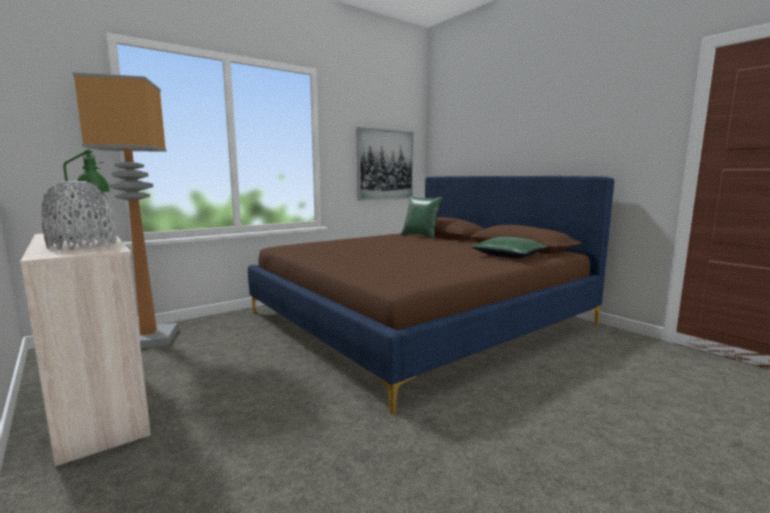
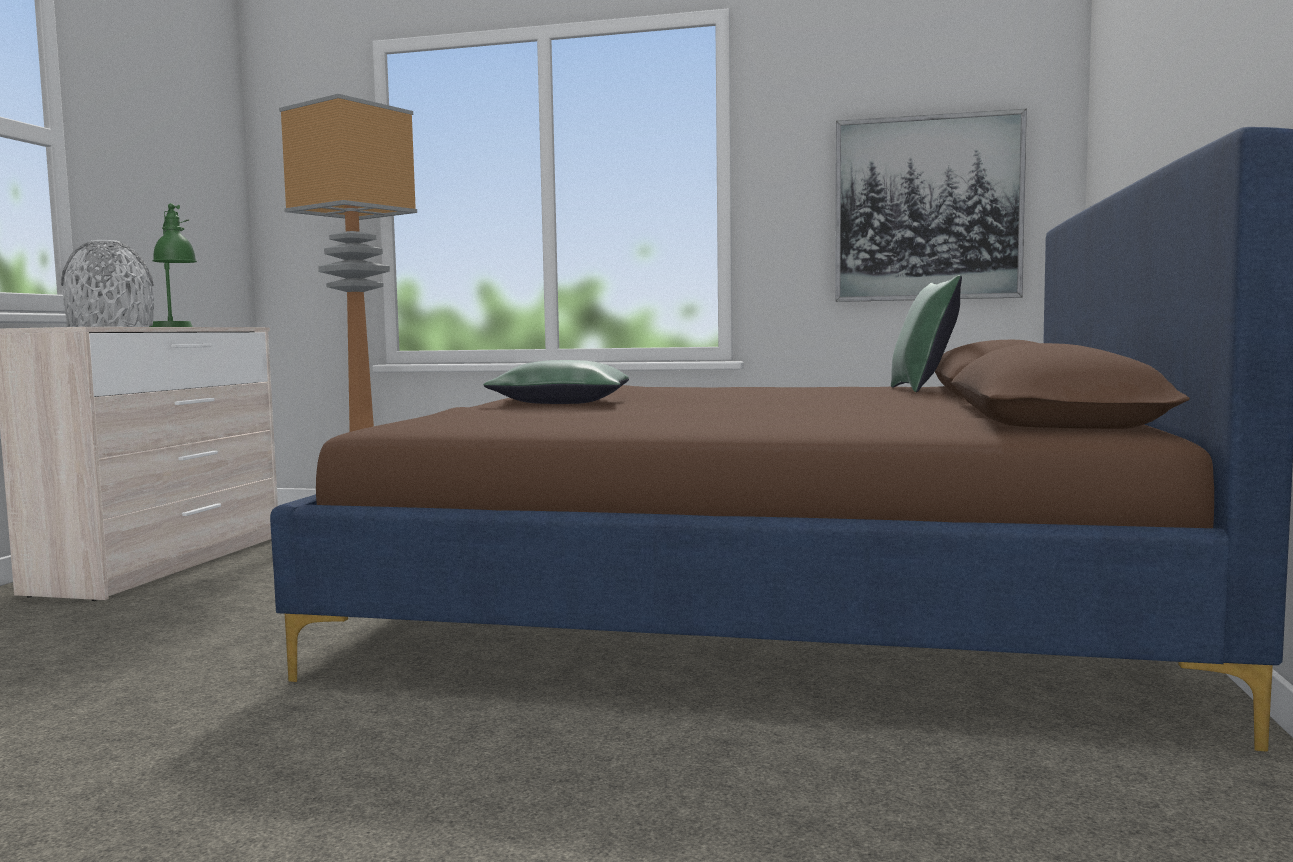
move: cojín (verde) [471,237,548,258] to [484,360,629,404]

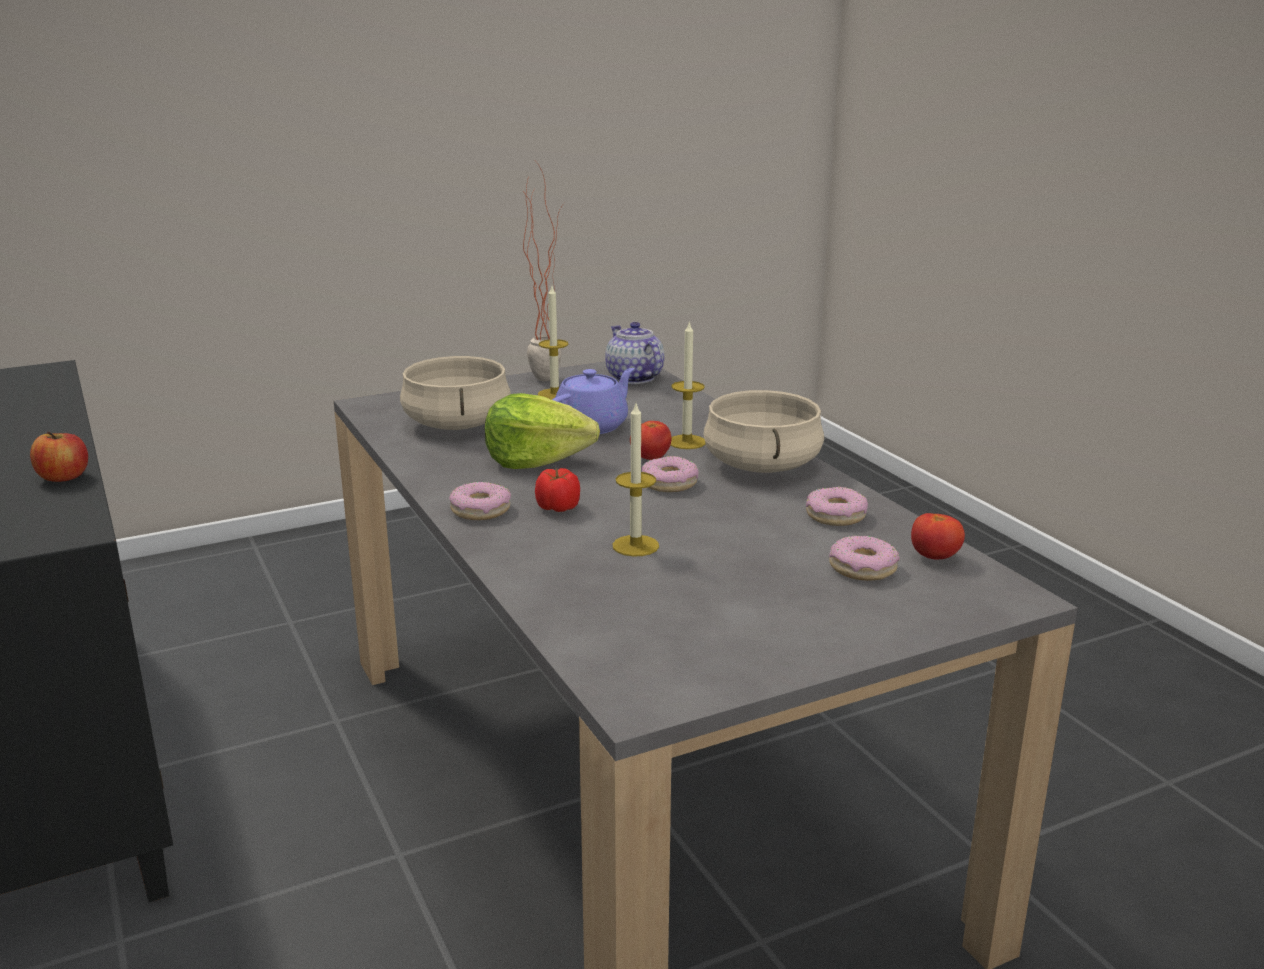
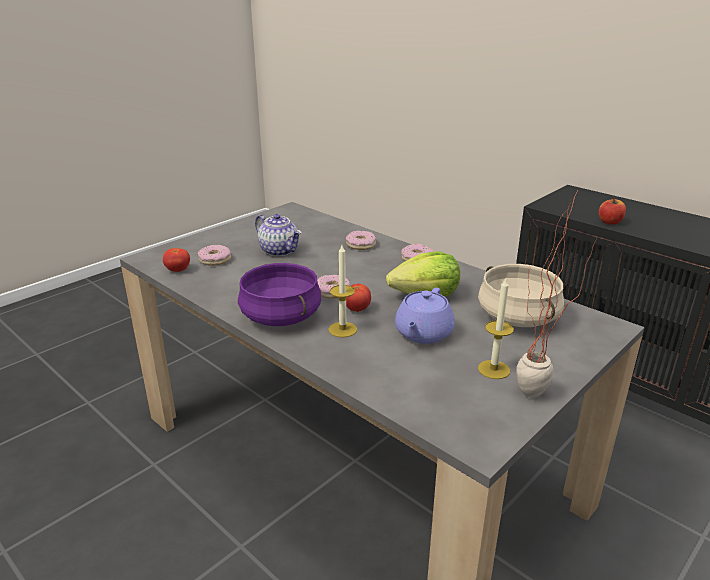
delete: vela [613,404,659,556]; tomate [535,468,580,512]
move: tetera [605,322,664,384] to [255,214,302,257]; rosquilla [806,487,868,526] to [346,231,376,250]
recolor: olla (beis) [703,390,824,473] to olla (morado) [238,263,321,326]

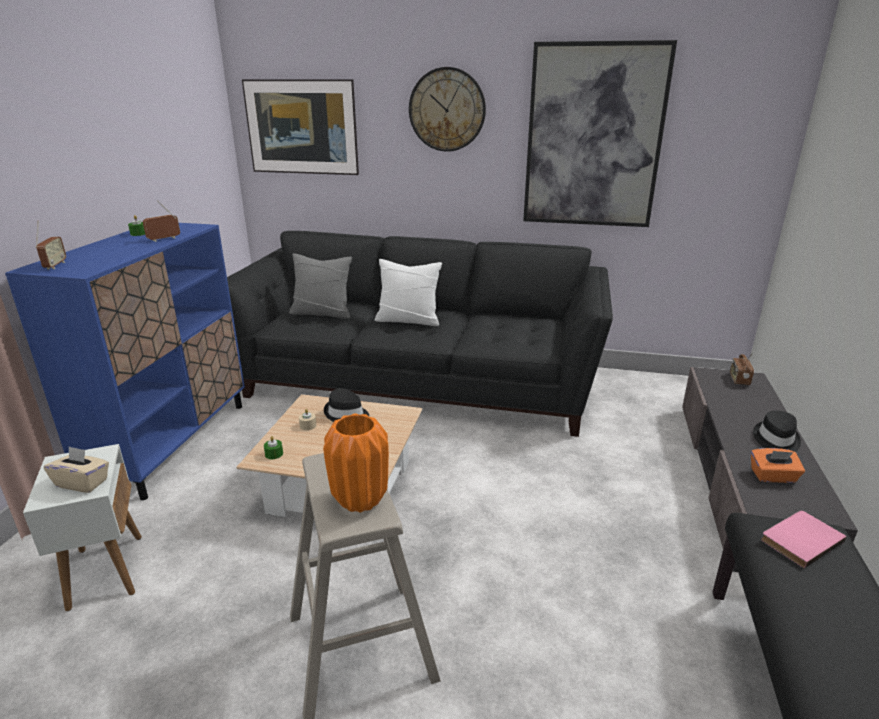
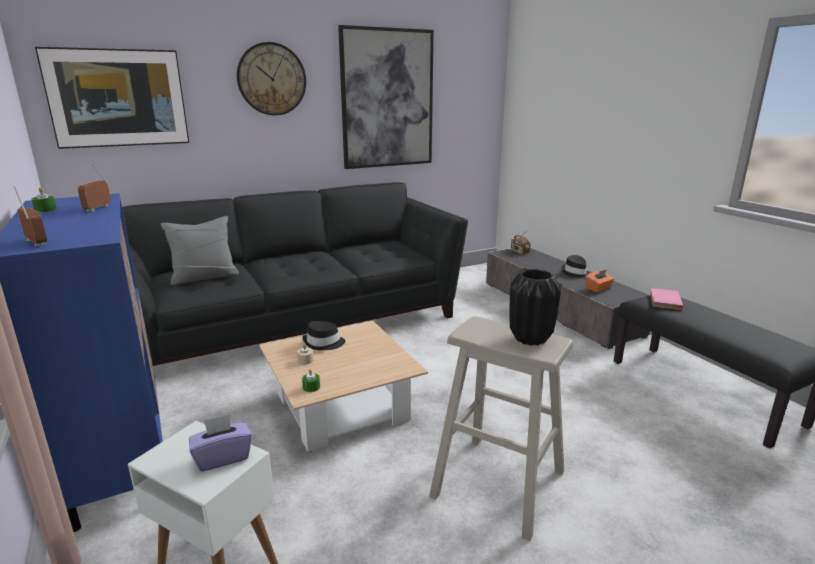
delete: cojín (blanco) [375,259,442,326]
recolor: florero (naranja) [323,413,389,513] to florero (negro) [510,269,561,346]; caja de pañuelos (beis) [44,446,109,493] to caja de pañuelos (morado) [189,414,252,472]

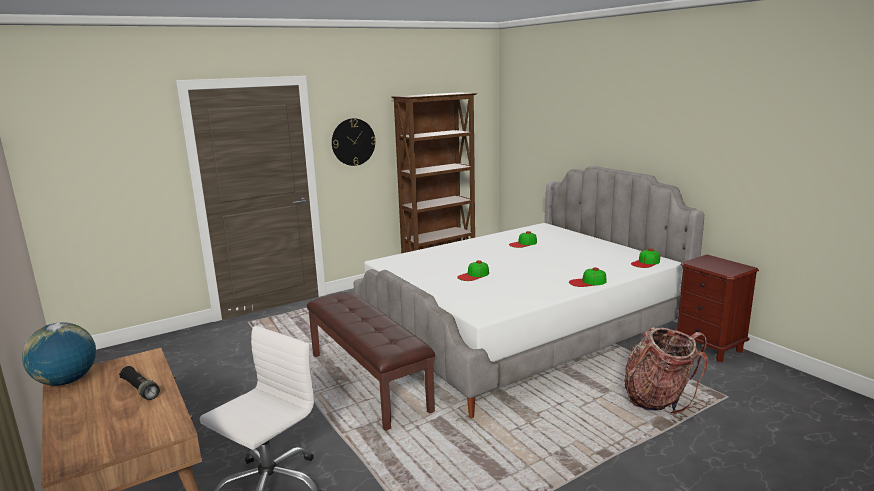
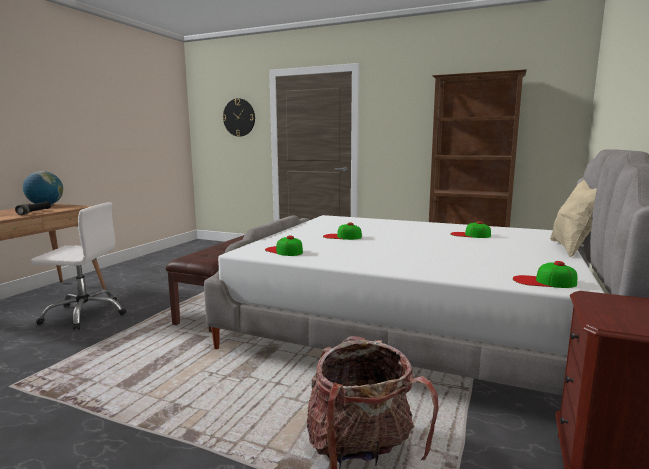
insert: cojín (beis) [550,179,597,257]
move: reloj de pared [332,118,376,166] to [222,98,255,137]; gorra [569,267,606,287] to [265,236,303,256]

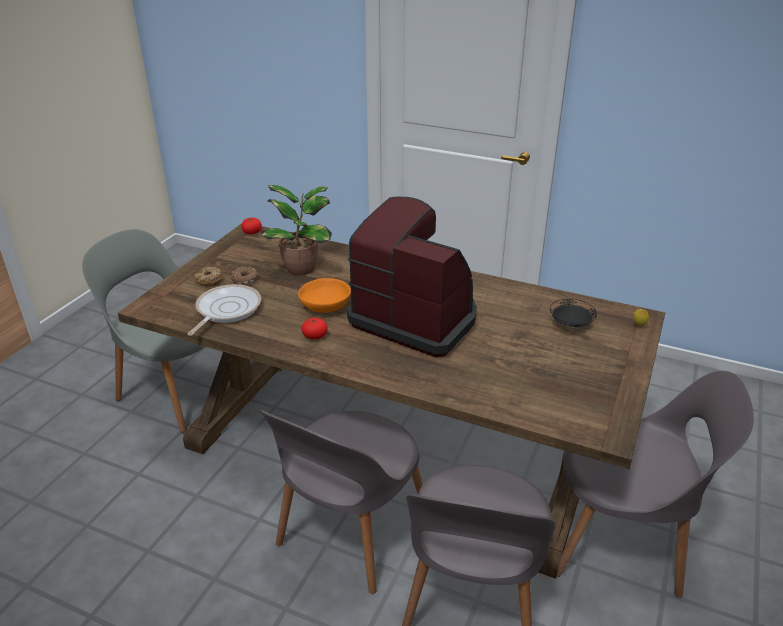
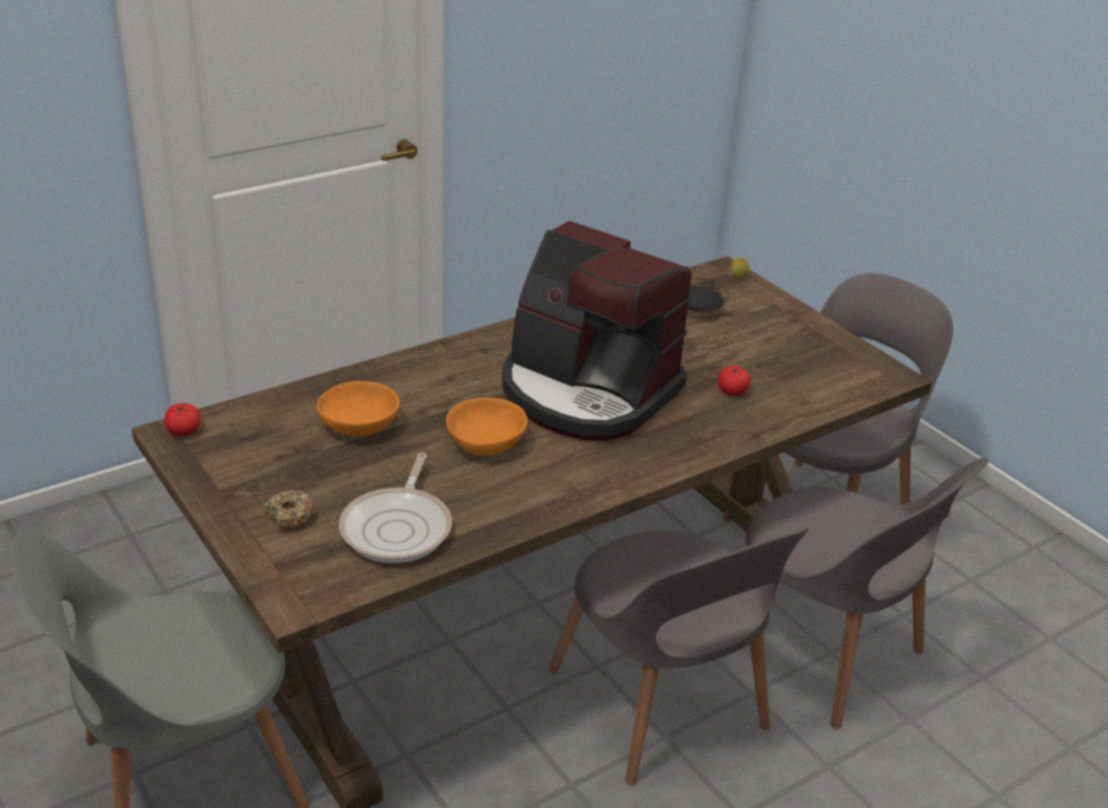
delete: rosquilla [230,267,258,285]
move: tomate [301,317,328,339] to [718,366,751,396]
replace: planta en maceta [261,185,332,275] to cuenco (naranja) [317,381,400,436]
rotate: cafetera [347,197,477,357] = [502,221,692,441] 120 degrees counterclockwise; sartén [187,284,261,336] = [339,453,452,563] 135 degrees counterclockwise

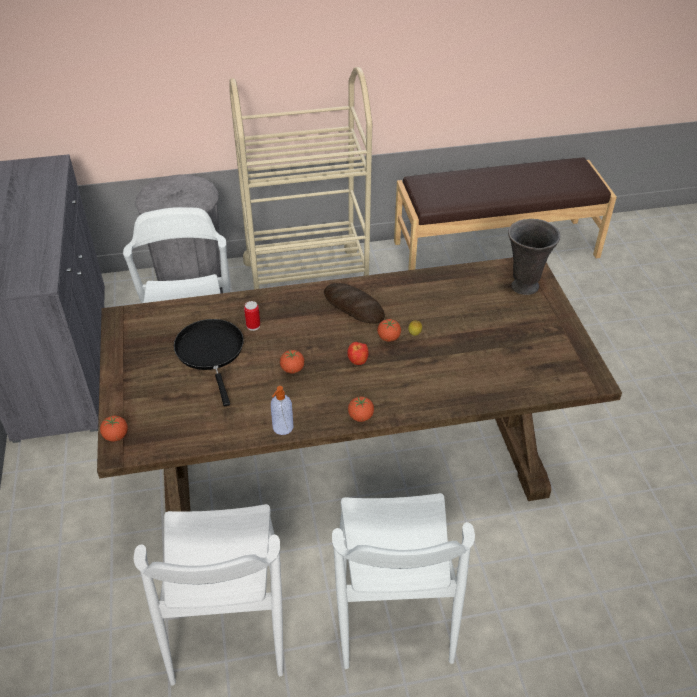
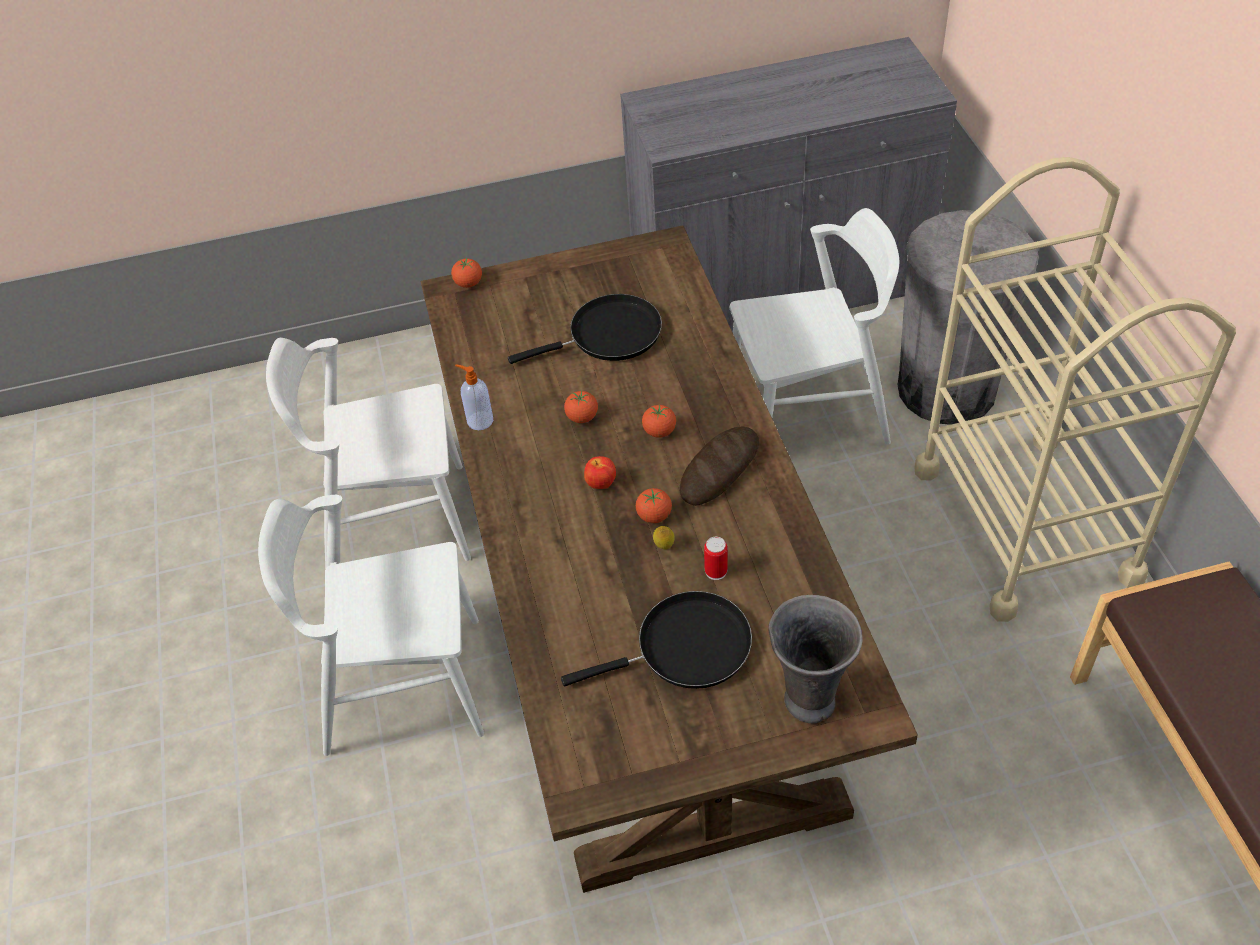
insert: sartén (negro) [561,591,752,689]
move: lata [244,301,260,331] to [704,537,728,580]; tomate [348,397,374,422] to [642,405,676,438]

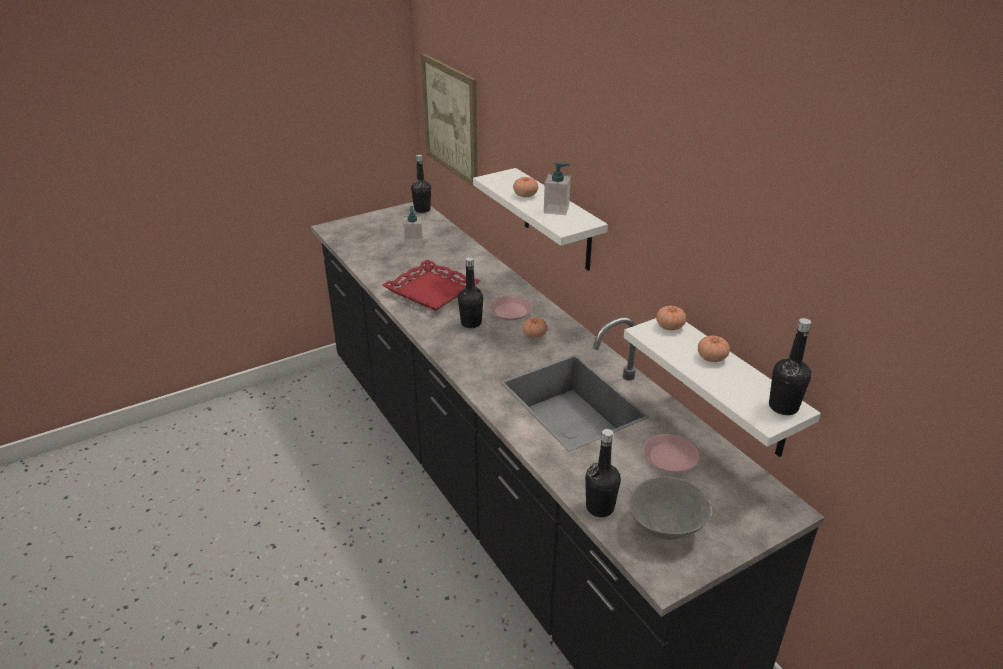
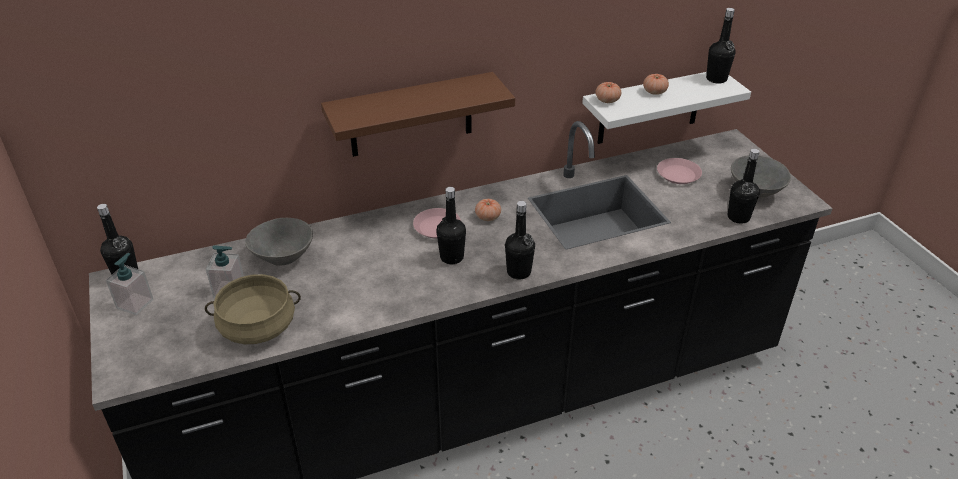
delete: cuadro [421,54,478,188]; tomate [513,177,538,197]; bandeja (rojo) [382,260,480,311]
insert: botella (negro) [505,201,535,280]; cuenco (gris) [245,218,313,266]; olla (beis) [205,274,301,344]
move: dispensador de jabón [544,162,571,215] to [106,253,153,315]
recolor: estante (blanco) [473,168,608,271] to estante (marrón) [321,72,515,157]

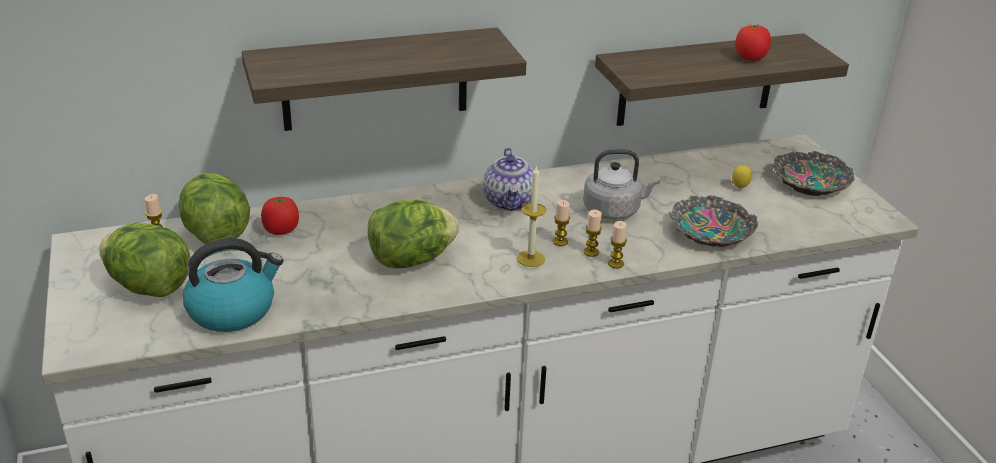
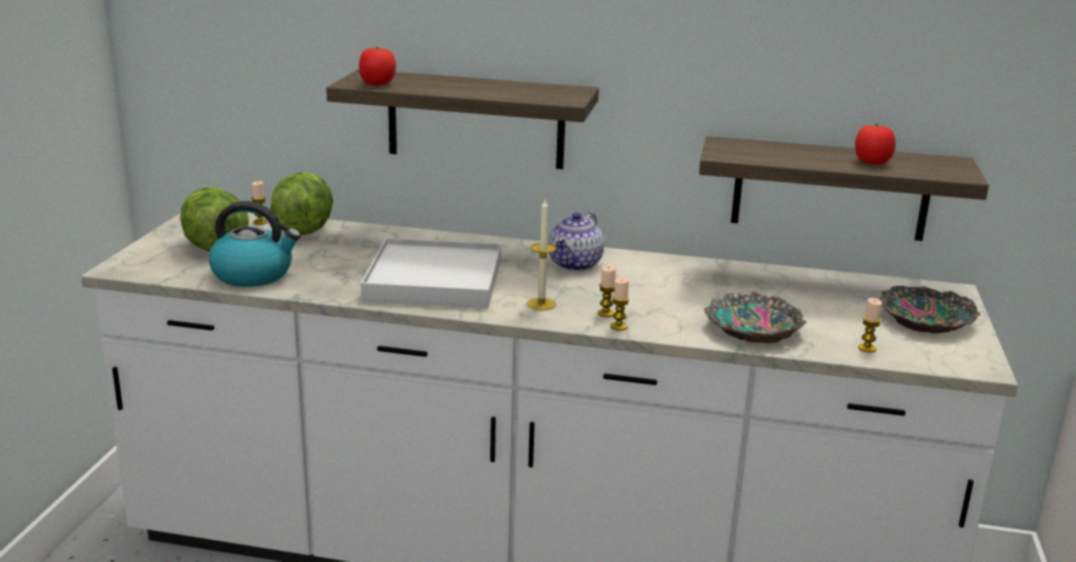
delete: hervidor (gris) [583,149,660,220]; limón [732,164,752,189]
move: tomate [261,196,299,235] to [359,47,396,85]; vela [553,200,570,246] to [858,298,882,353]
replace: lechuga [368,200,459,268] to bandeja (blanco) [361,238,501,308]

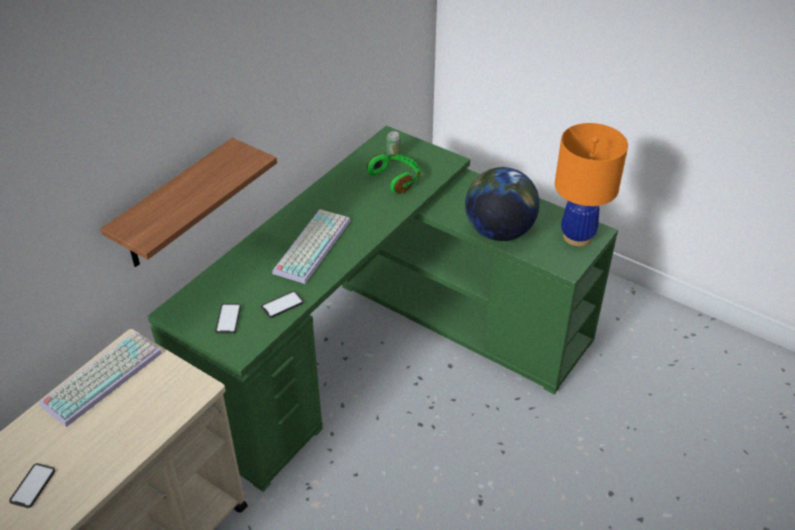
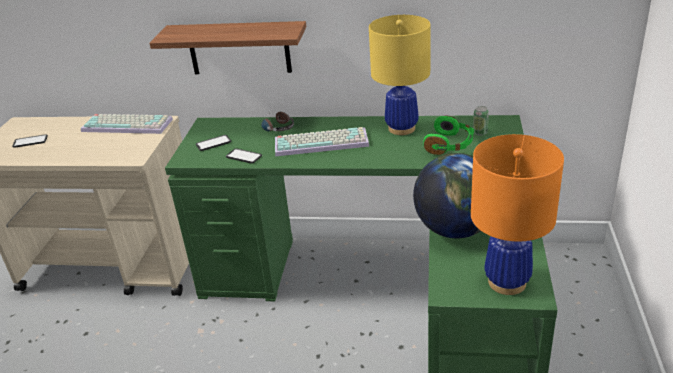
insert: lámpara de mesa (amarillo) [369,15,430,135]; auriculares [261,112,294,131]

